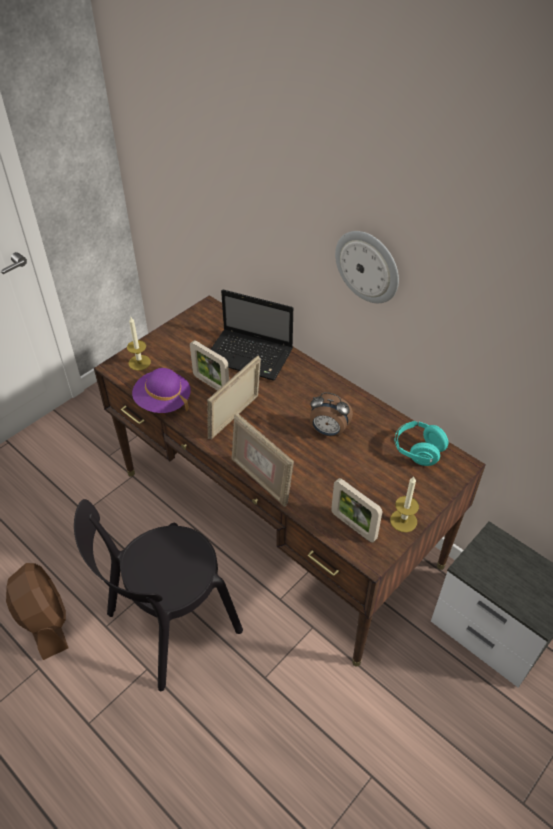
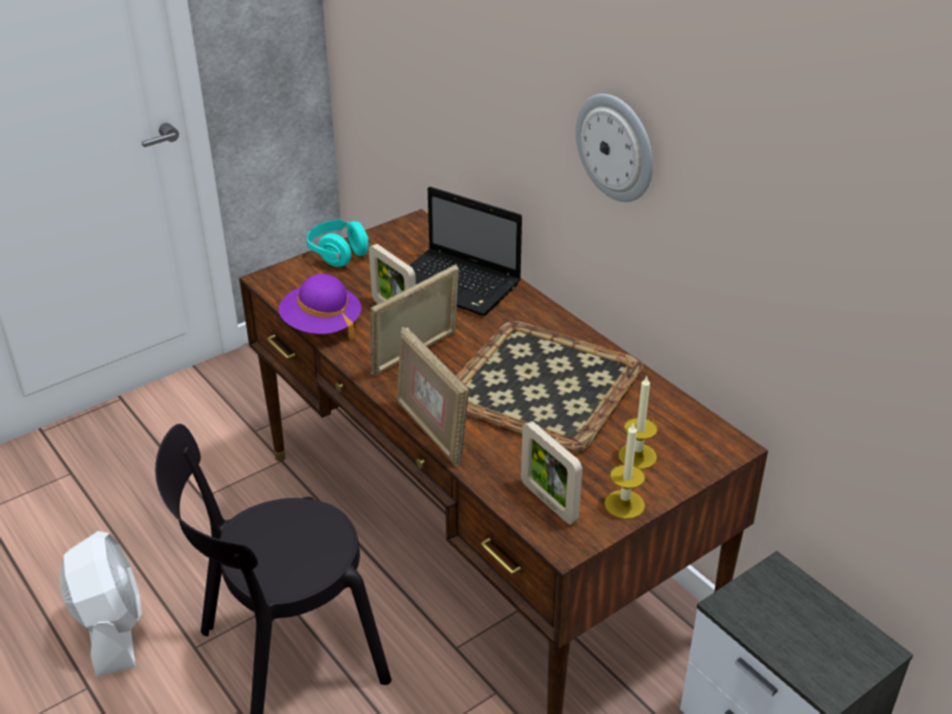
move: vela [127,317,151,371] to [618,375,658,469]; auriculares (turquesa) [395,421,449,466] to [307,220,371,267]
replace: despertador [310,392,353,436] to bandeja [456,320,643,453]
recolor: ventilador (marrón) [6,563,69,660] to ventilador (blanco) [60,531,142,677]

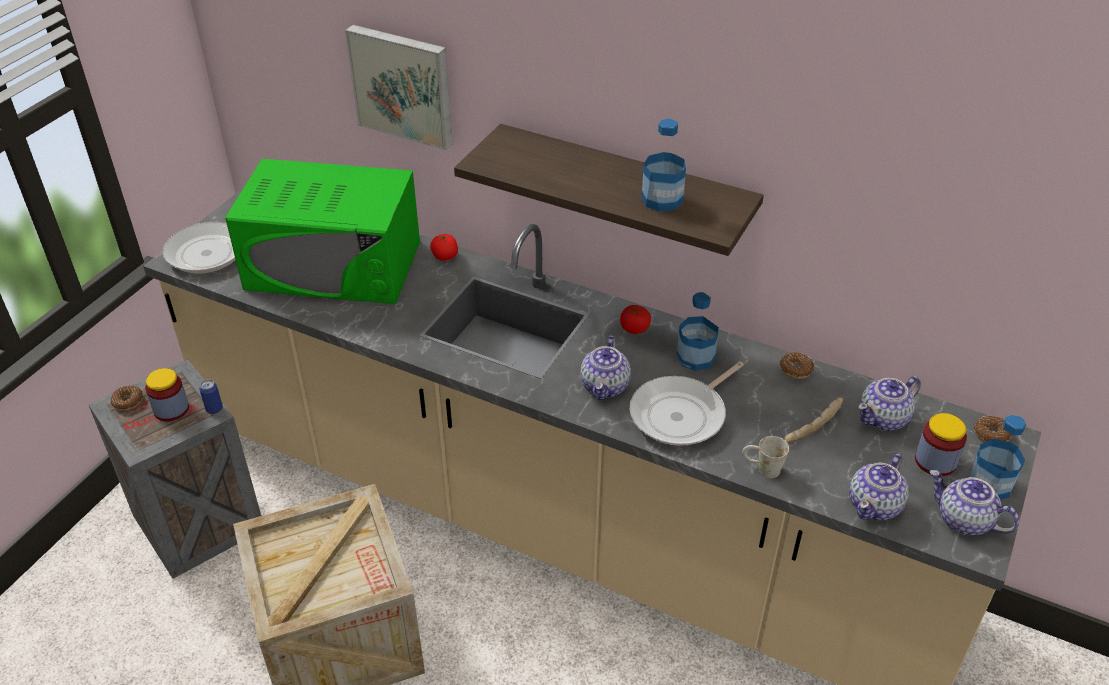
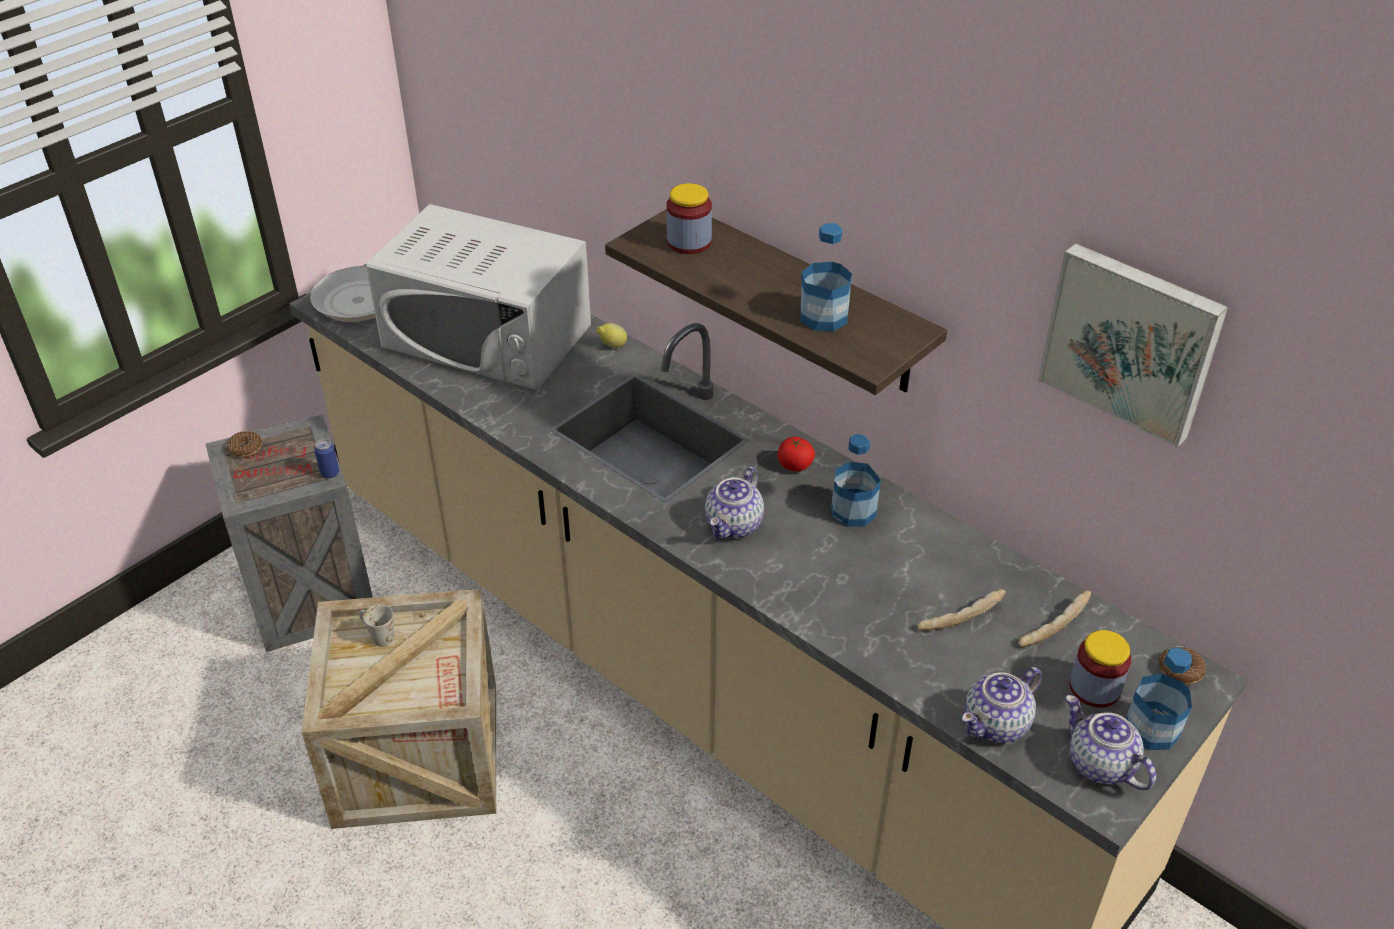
delete: rosquilla [780,352,814,379]; sartén [630,362,744,446]
move: cuadro [345,25,453,150] to [1038,243,1228,447]; tarro [145,368,189,422] to [666,183,712,254]; taza grande (blanco) [742,436,789,478] to [359,605,394,647]
replace: tomate [430,234,458,261] to limón [596,323,627,348]; tetera [858,376,921,431] to pan [1018,590,1091,647]
recolor: microondas (verde) [225,159,420,304] to microondas (blanco) [365,204,591,390]

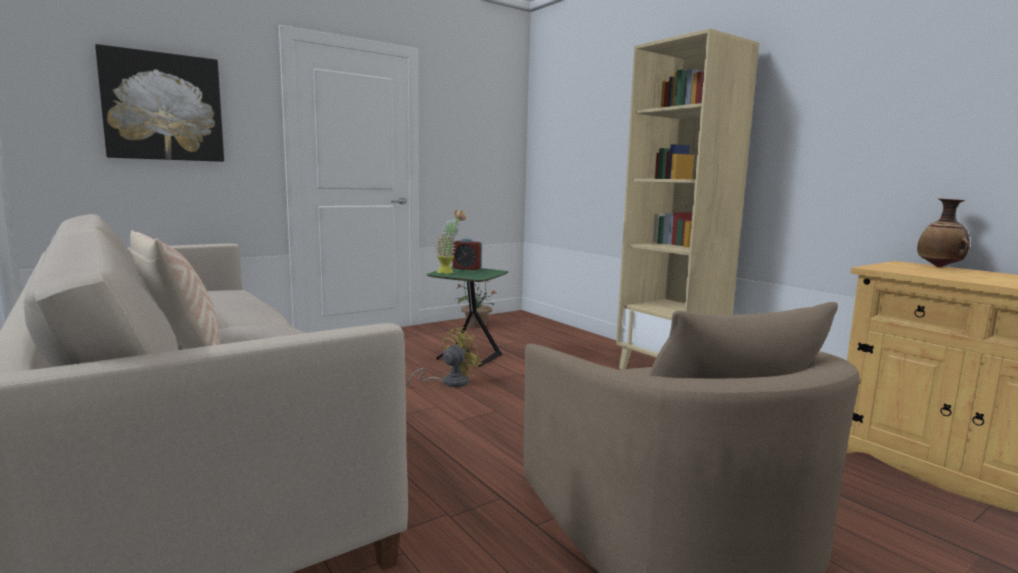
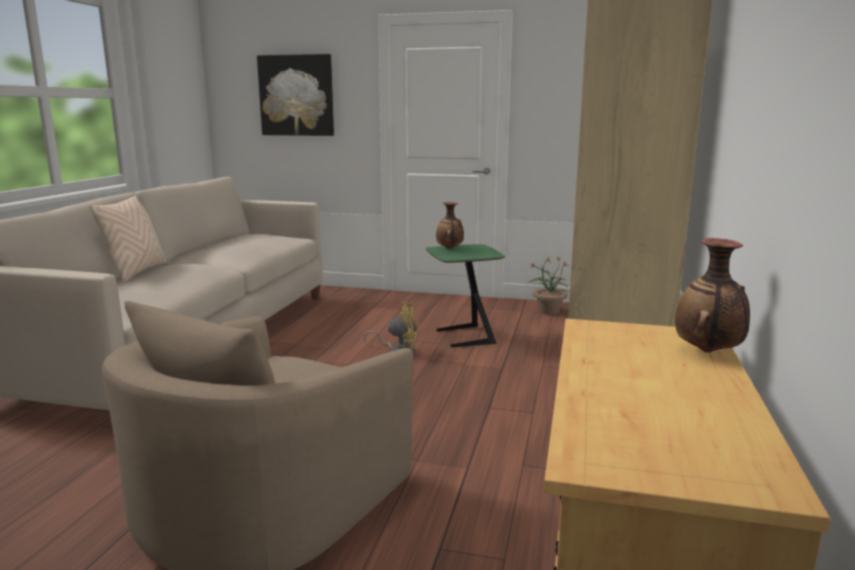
delete: despertador [452,238,482,270]
replace: planta en maceta [435,210,466,274] to florero [436,202,464,249]

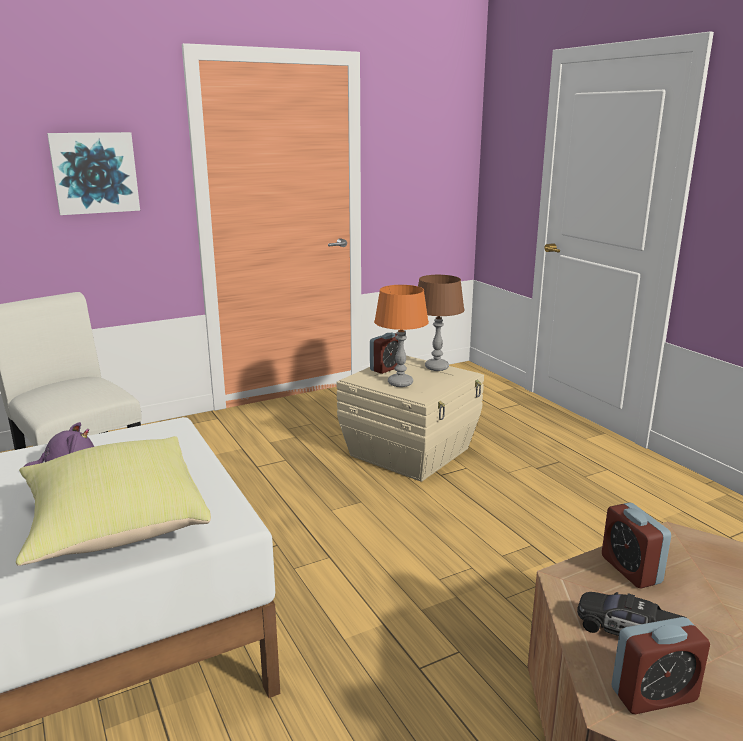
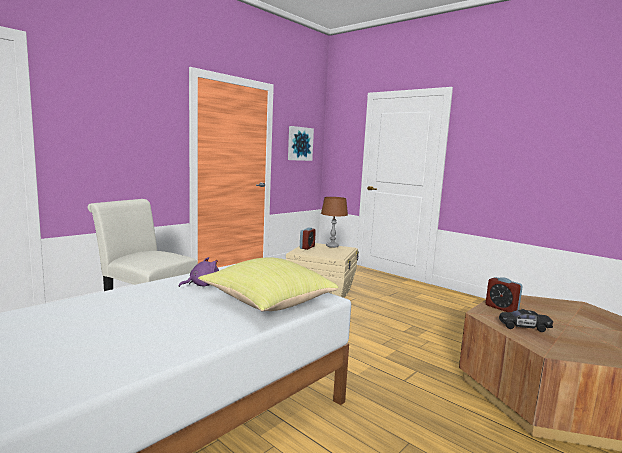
delete: lámpara de mesa (naranja) [374,285,429,387]; despertador [611,617,710,714]
move: cuadro [47,132,140,215] to [288,126,314,161]

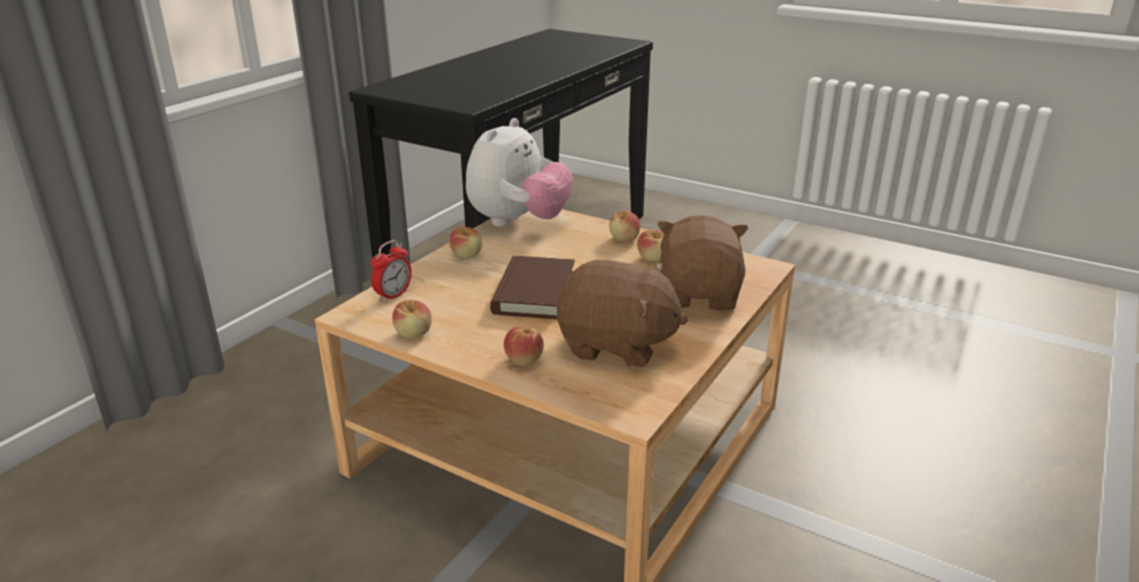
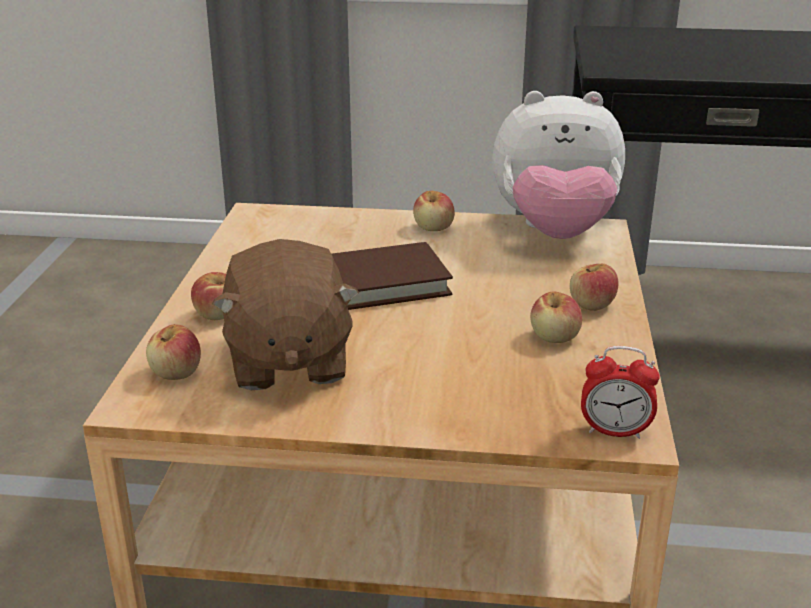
delete: peluche (marrón) [657,215,748,311]
move: despertador [371,240,412,303] to [581,346,660,439]; manzana [392,300,432,338] to [146,324,201,380]

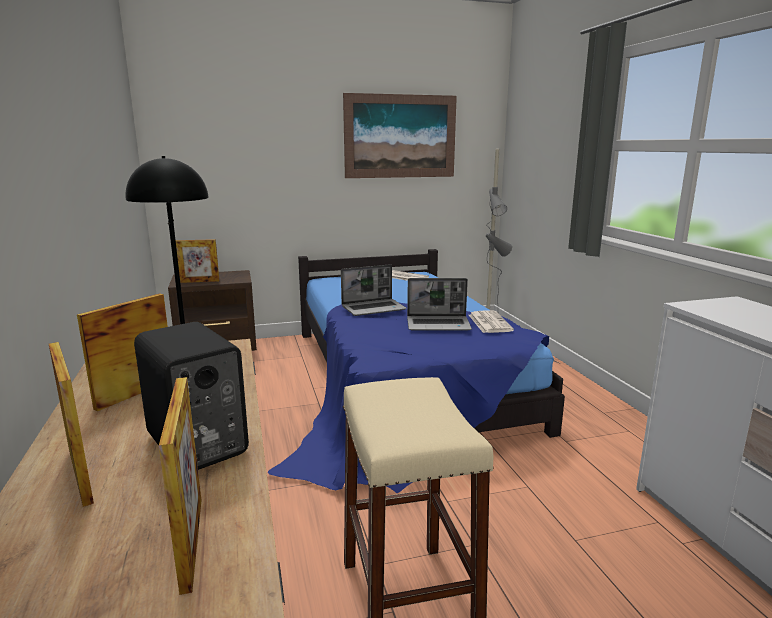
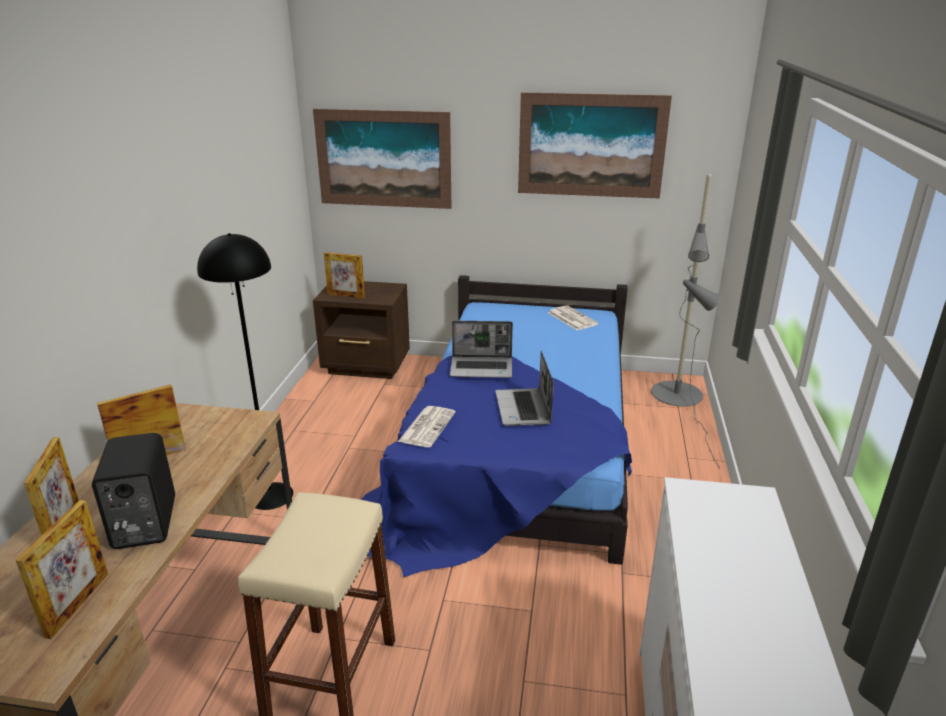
insert: cuadro [313,109,451,209]
move: periódico [469,311,514,333] to [398,406,456,447]
rotate: portátil [407,278,472,331] = [495,351,554,426] 60 degrees clockwise

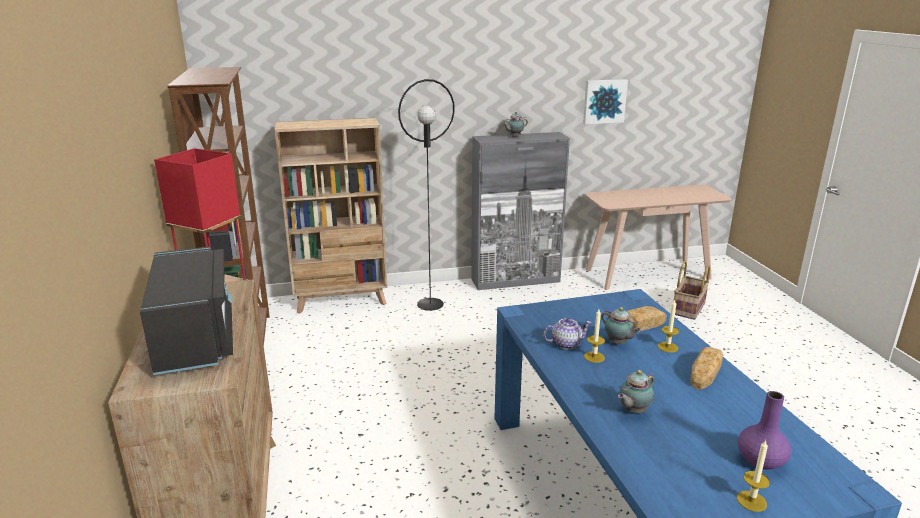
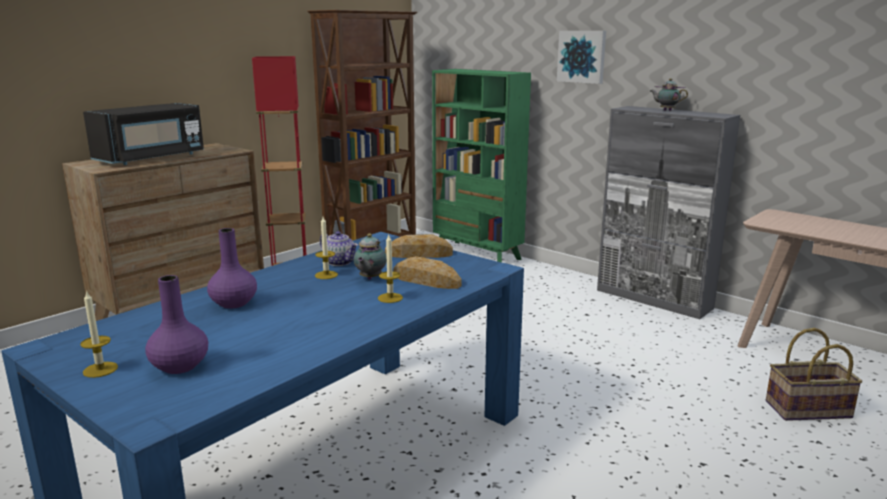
delete: lámpara de pie (negro) [398,79,455,311]
move: cuadro [583,79,628,124] to [557,31,606,84]; pan [690,347,723,390] to [385,234,453,258]
replace: tetera [618,370,654,413] to florero (morado) [207,228,257,309]
recolor: estantería (beis) [274,118,387,314] to estantería (verde) [432,69,531,263]

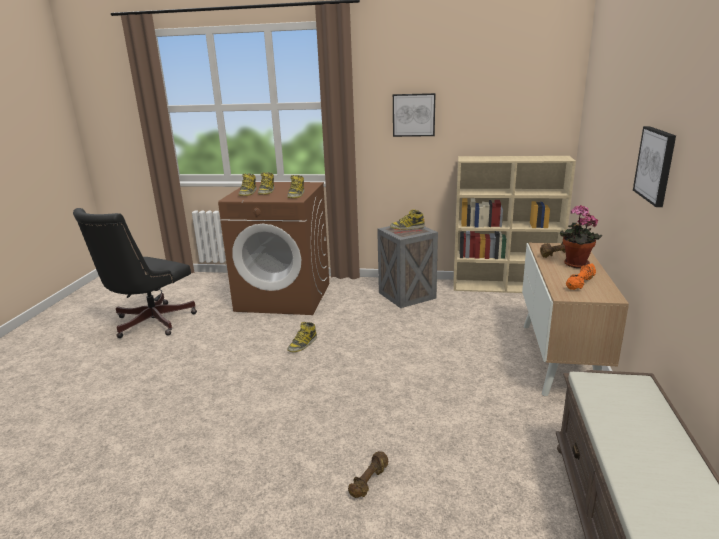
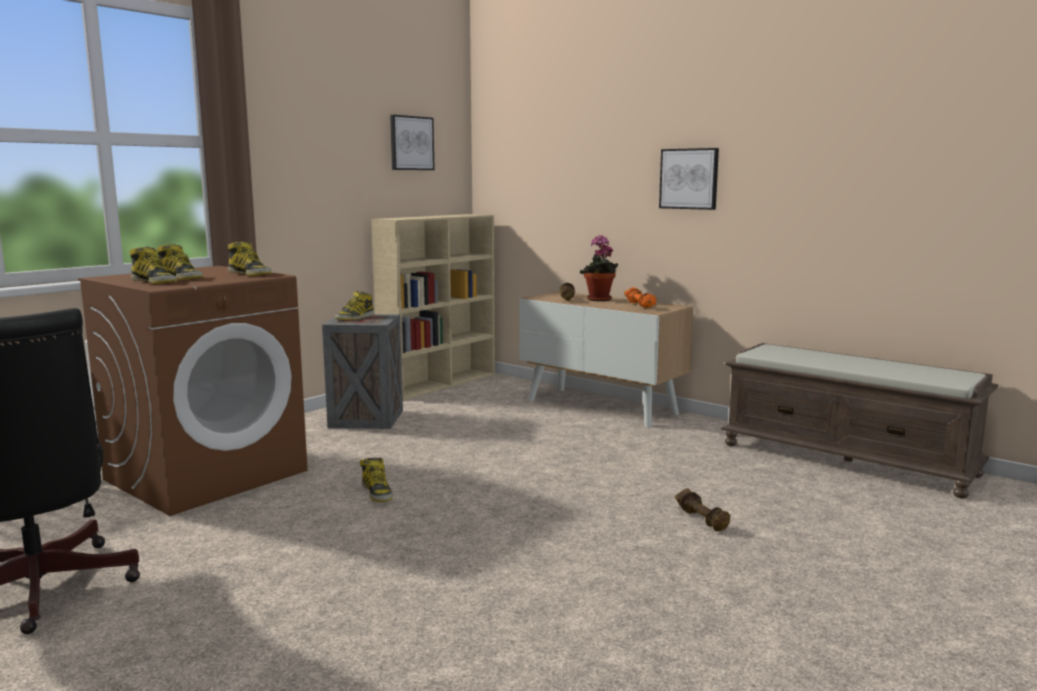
move: cuadro [393,93,435,137] to [390,115,435,170]

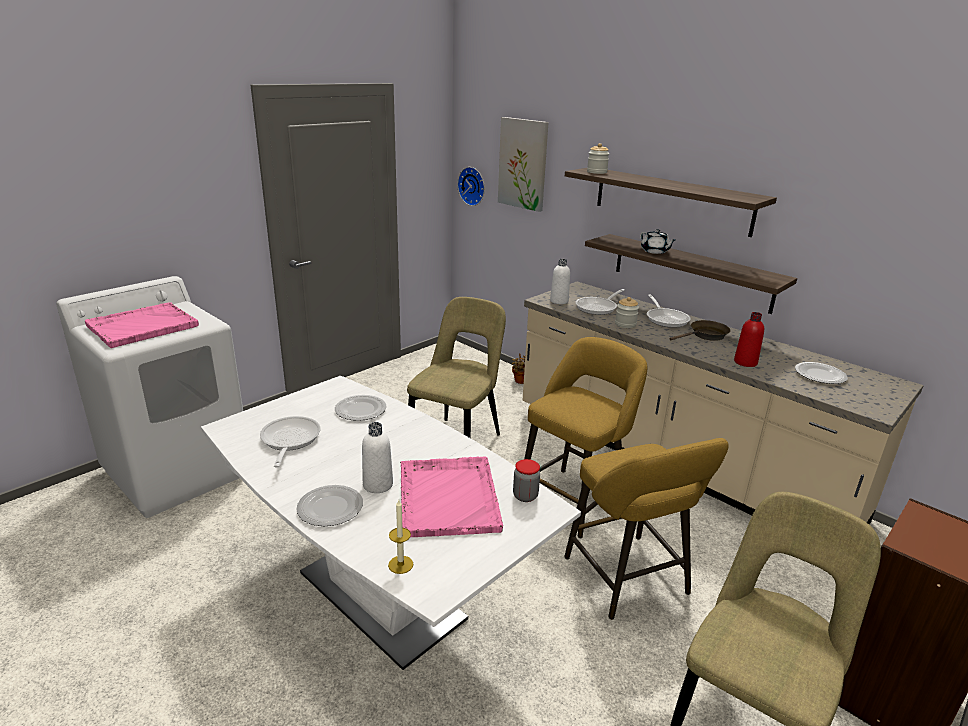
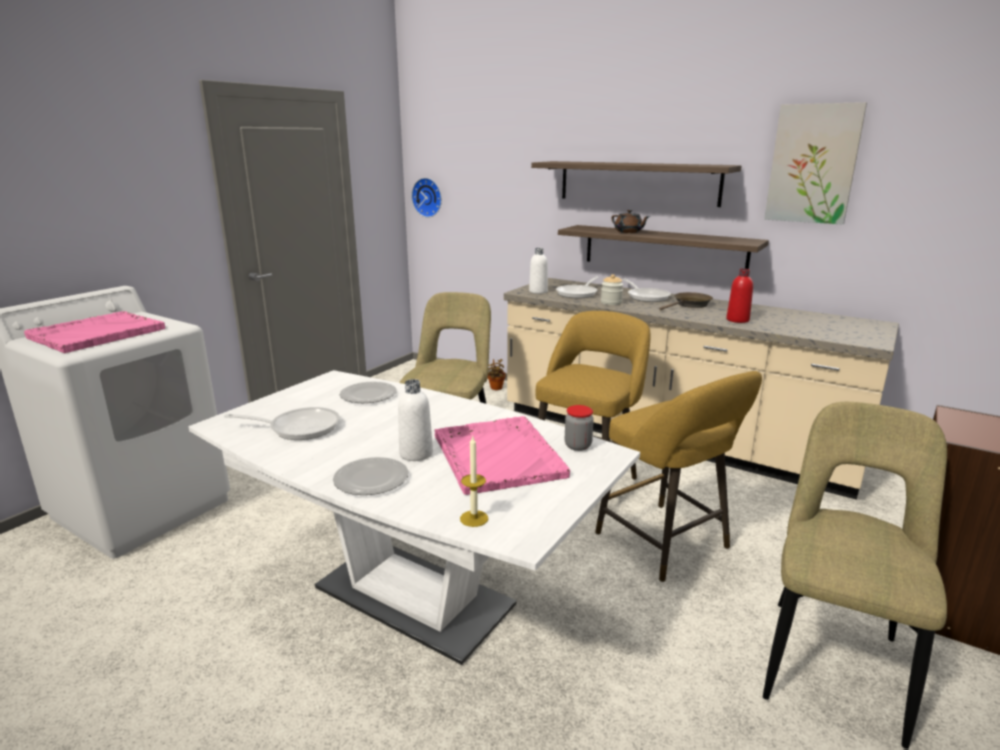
delete: tarro [587,143,609,174]; plato [795,362,848,384]
move: cuadro [498,117,549,212] to [764,102,867,225]
recolor: tetera (blanco) [640,229,676,254] to tetera (marrón) [611,210,650,233]
rotate: sartén [260,416,321,467] = [224,407,340,440] 105 degrees clockwise

